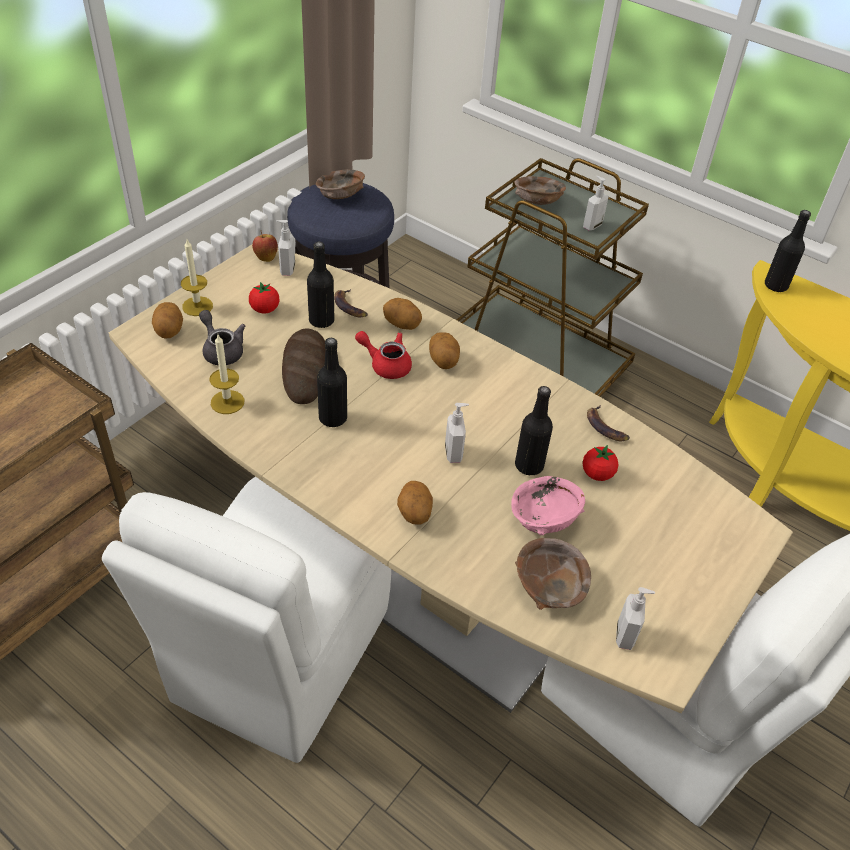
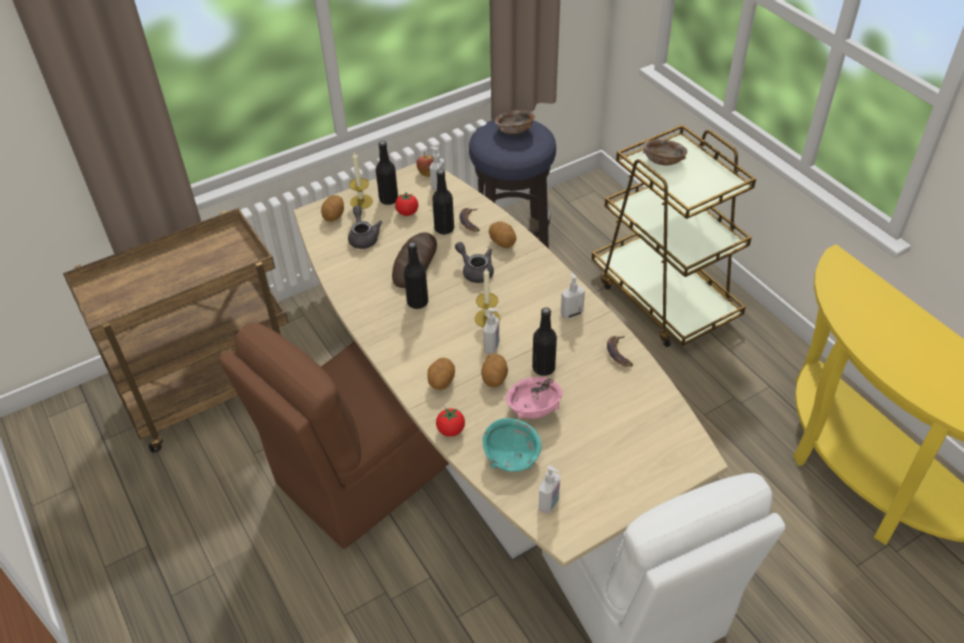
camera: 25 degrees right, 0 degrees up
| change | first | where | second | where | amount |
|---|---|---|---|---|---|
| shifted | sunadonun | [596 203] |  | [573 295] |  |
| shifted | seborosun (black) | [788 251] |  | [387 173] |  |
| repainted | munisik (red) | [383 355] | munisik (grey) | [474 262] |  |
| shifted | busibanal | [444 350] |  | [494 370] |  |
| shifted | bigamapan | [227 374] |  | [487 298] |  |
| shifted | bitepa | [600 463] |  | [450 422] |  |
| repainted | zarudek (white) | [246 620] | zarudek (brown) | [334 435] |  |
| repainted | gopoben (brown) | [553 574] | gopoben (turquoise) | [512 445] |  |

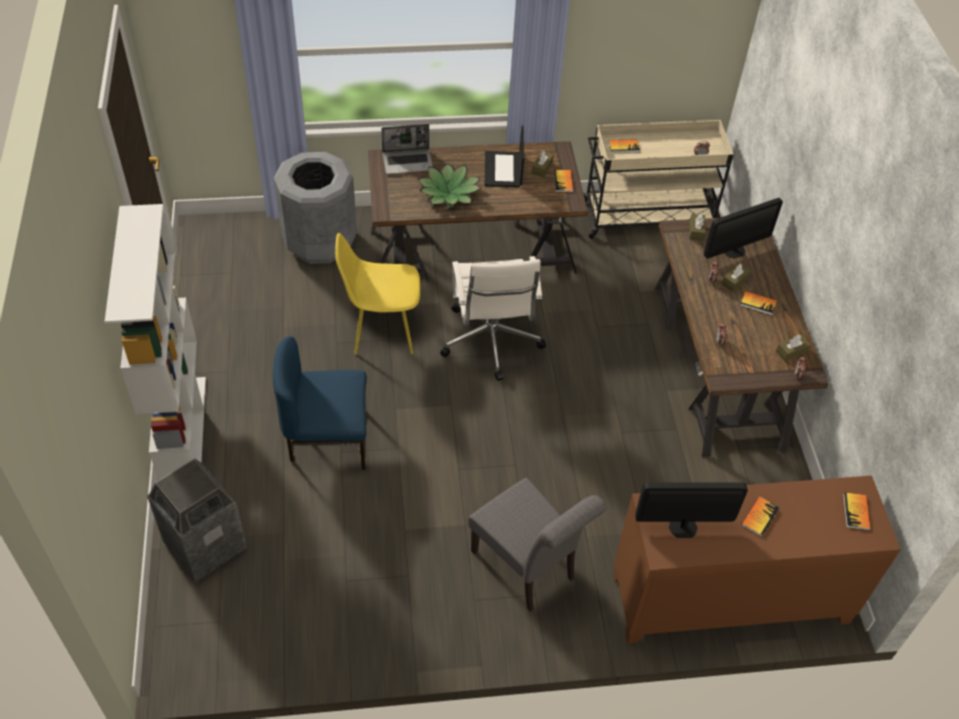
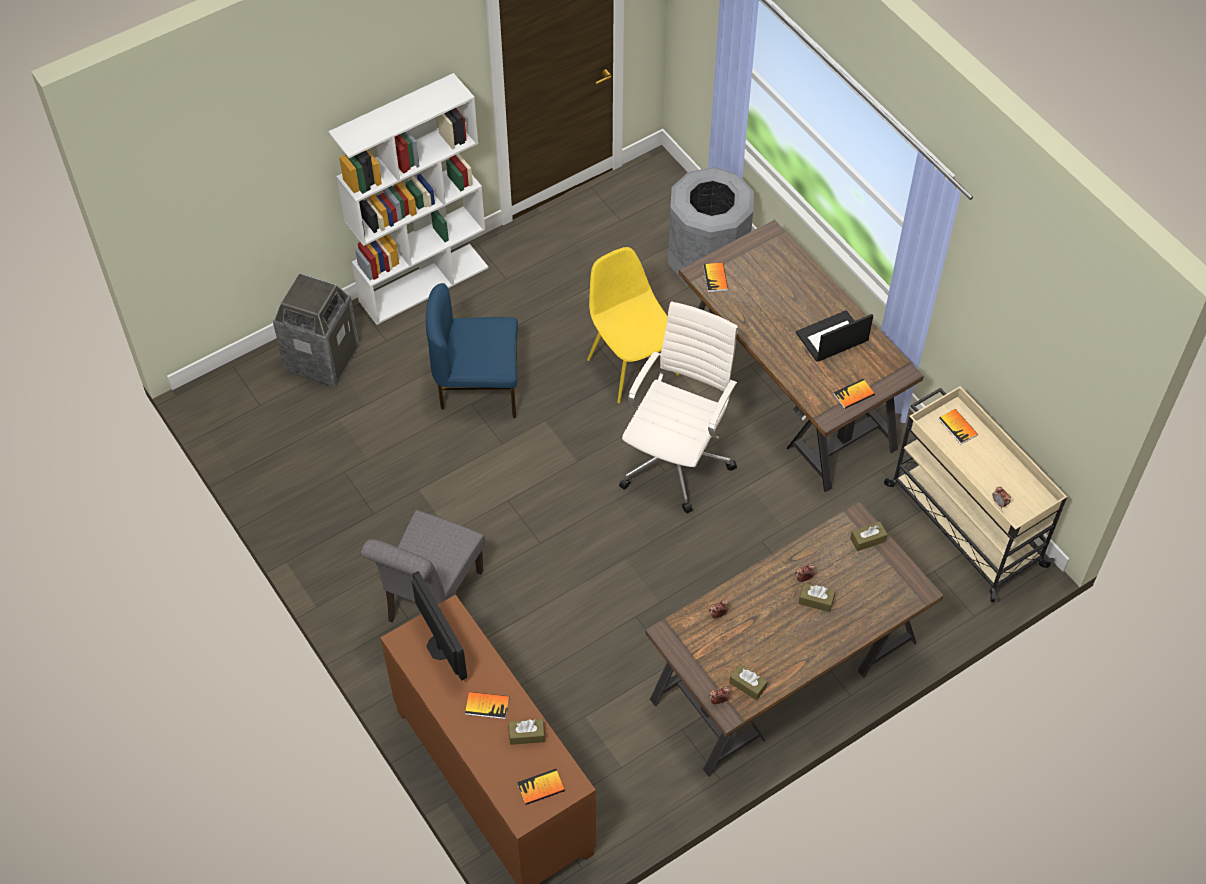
camera: 65 degrees right, 5 degrees up
| change | first | where | second | where | amount |
|---|---|---|---|---|---|
| gone | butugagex | [407 149] |  |  |  |
| shifted | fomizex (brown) | [542 164] |  | [526 732] |  |
| gone | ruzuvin | [449 186] |  |  |  |
| gone | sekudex | [743 228] |  |  |  |
| rotated | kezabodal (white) | [493 318] |  | [678 407] | 150 degrees clockwise |
| shifted | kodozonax | [758 303] |  | [715 277] |  |
| rotated | zarudek (blue) | [320 403] |  | [472 350] | 60 degrees counterclockwise |

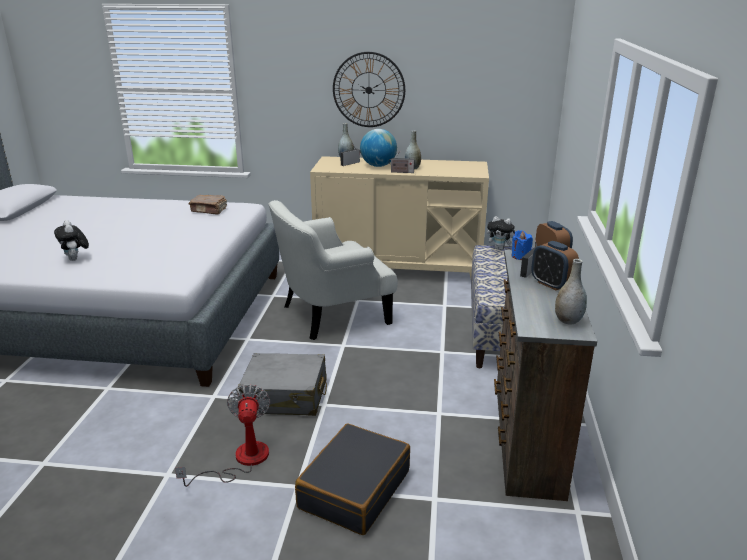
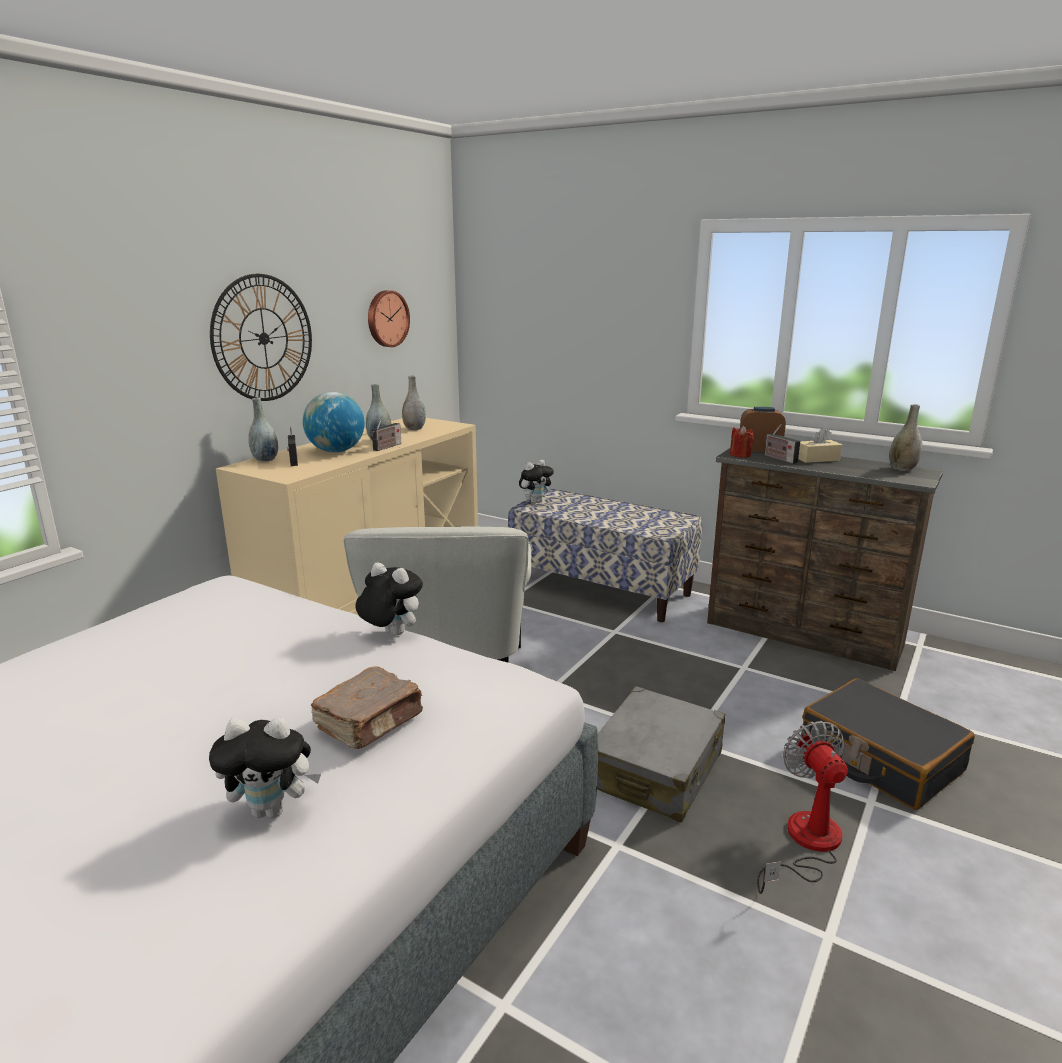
camera: 65 degrees left, 5 degrees down
| change | first | where | second | where | amount |
|---|---|---|---|---|---|
| shifted | kodozonax (brown) | [208 205] |  | [367 707] |  |
| repainted | bigamapan (blue) | [522 245] | bigamapan (red) | [742 442] |  |
| swapped | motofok | [555 265] | fomizex (beige) | [820 445] |  |
| rotated | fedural | [222 435] |  | [802 807] | 60 degrees clockwise |
| new |  |  | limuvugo | [389 318] |  |
| new |  |  | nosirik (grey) | [414 402] |  |
| new |  |  | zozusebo | [389 598] |  |

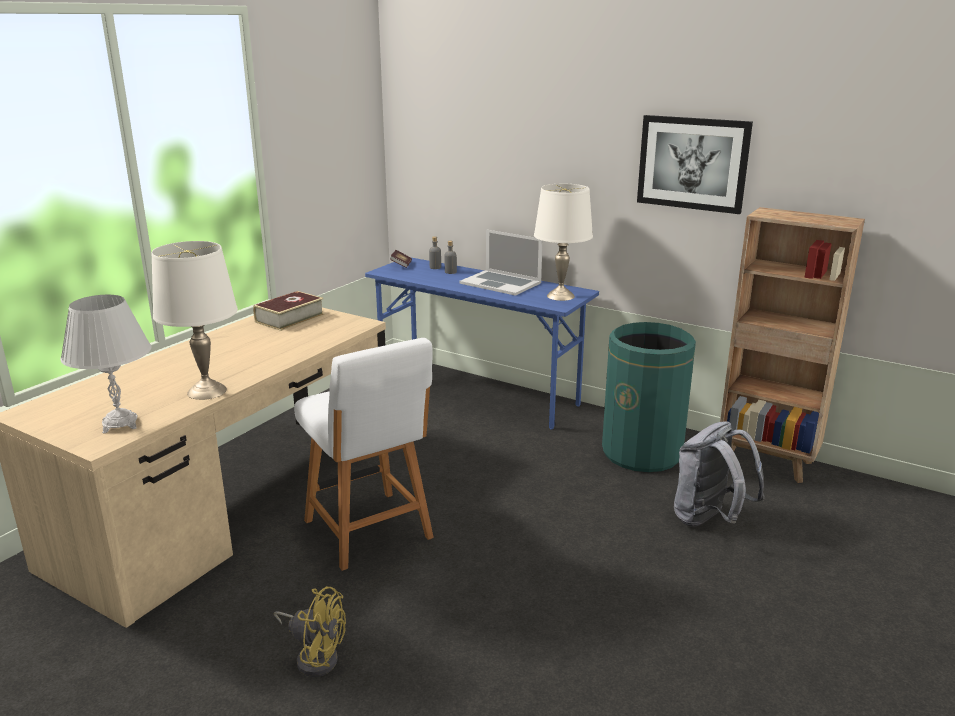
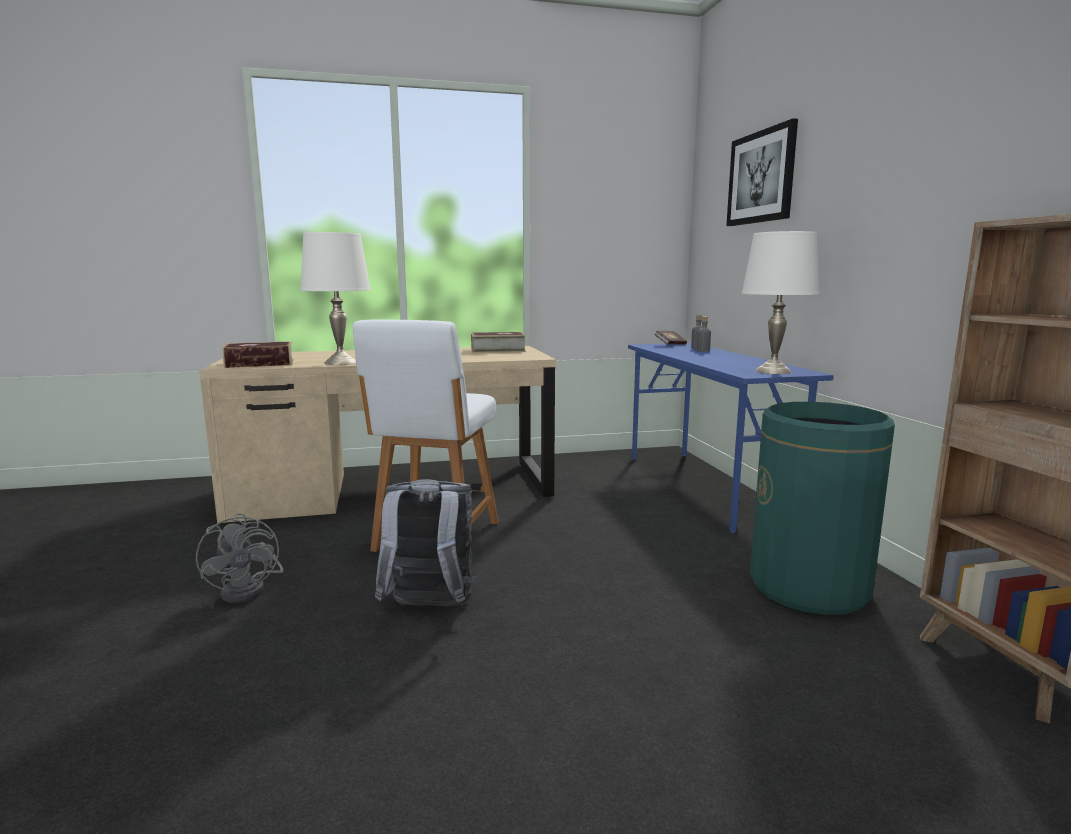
camera: 45 degrees right, 10 degrees down
| change | first | where | second | where | amount |
|---|---|---|---|---|---|
| shifted | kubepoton | [695 164] |  | [762 172] |  |
| gone | butugagex | [501 262] |  |  |  |
| swapped | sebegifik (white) | [105 364] | kodozonax | [257 354] |  |
| shifted | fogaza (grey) | [719 474] |  | [426 542] |  |
| repainted | fedural (yellow) | [310 631] | fedural (grey) | [239 558] |  |

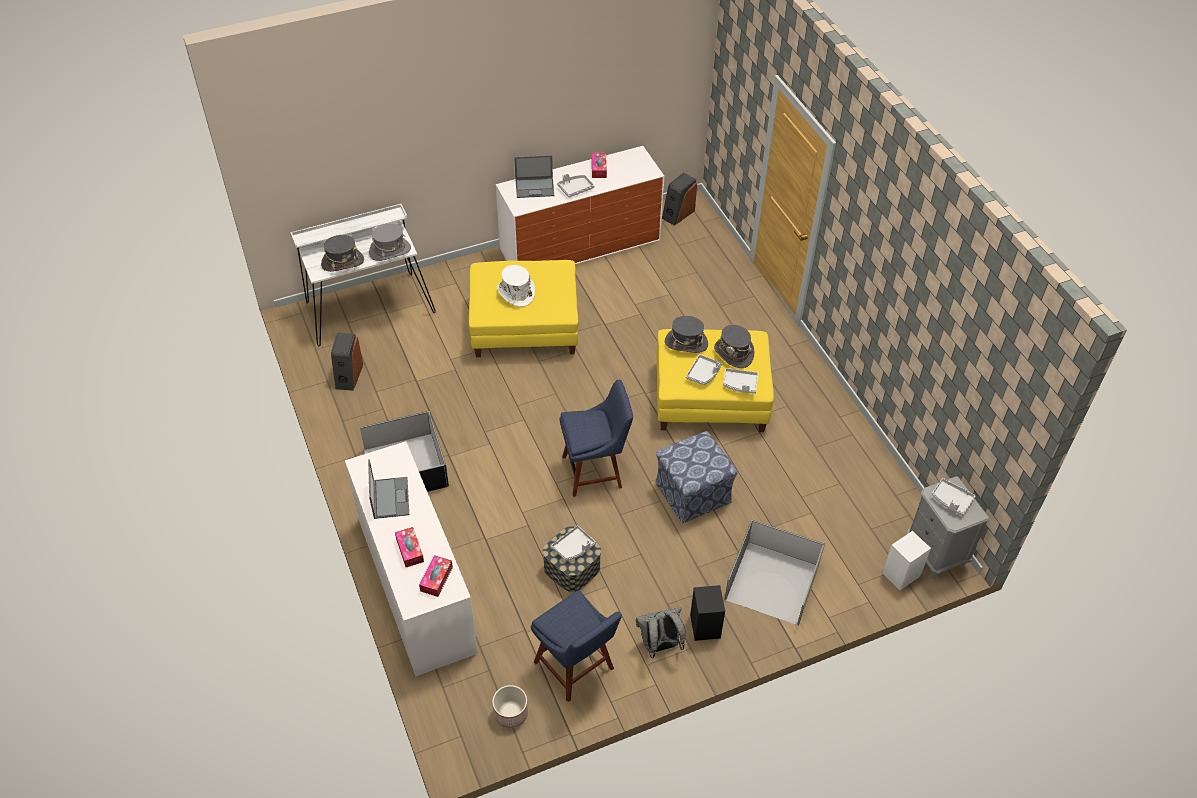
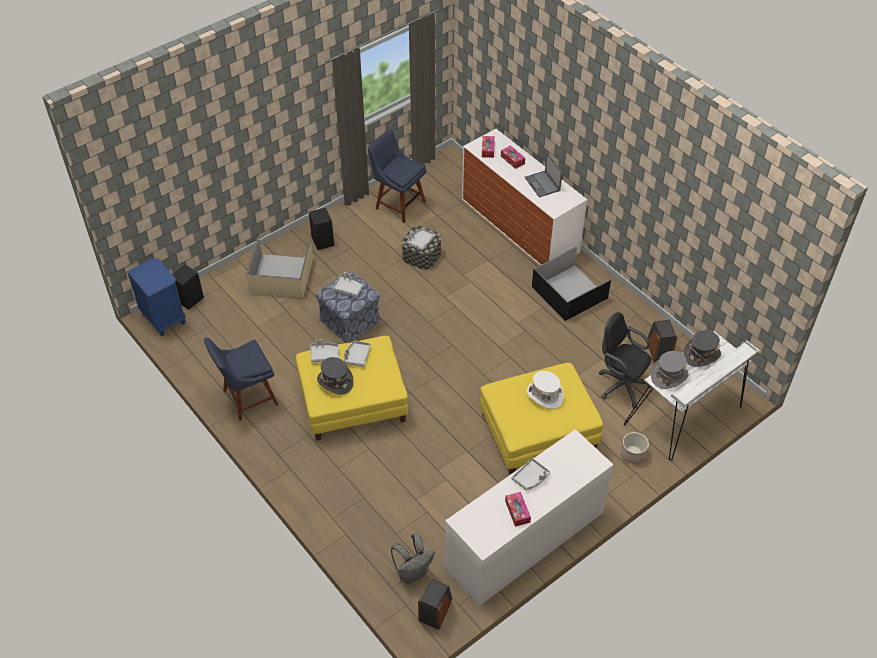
camera: 165 degrees right, 0 degrees up
| change | first | where | second | where | amount |
|---|---|---|---|---|---|
| gone | butugagex | [534 176] |  |  |  |
| gone | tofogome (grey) | [686 334] |  |  |  |
| shifted | zarudek (blue) | [596 438] |  | [241 379] |  |
| repainted | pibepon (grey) | [948 527] | pibepon (blue) | [156 297] |  |
| shifted | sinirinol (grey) | [953 497] |  | [347 284] |  |
| repainted | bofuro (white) | [906 560] | bofuro (black) | [188 287] |  |
| shifted | fogaza (grey) | [661 632] |  | [413 558] |  |
| shifted | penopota | [510 706] |  | [635 448] |  |
| new |  |  | kezabodal (black) | [625 360] |  |

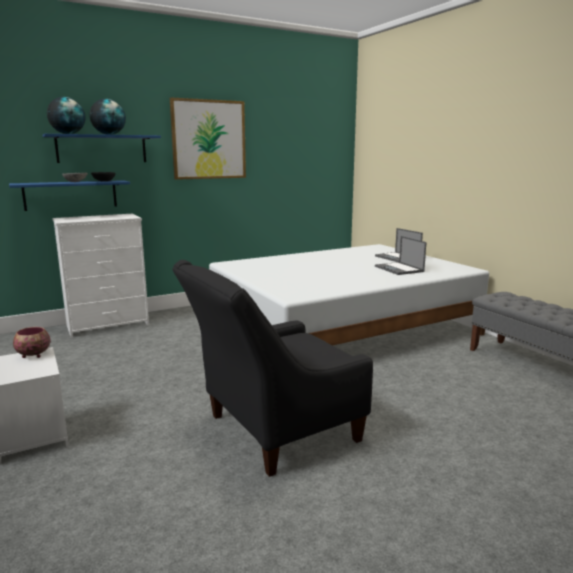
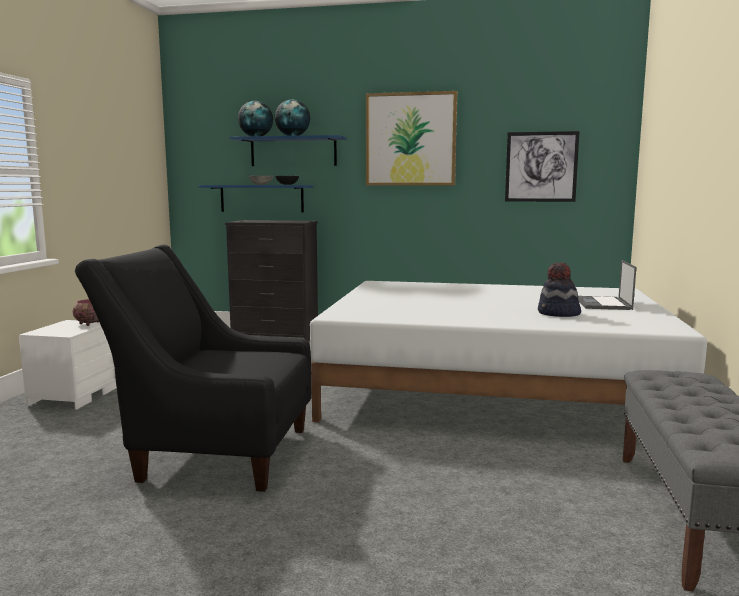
camera: 40 degrees right, 5 degrees down
| change | first | where | second | where | amount |
|---|---|---|---|---|---|
| repainted | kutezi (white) | [100 276] | kutezi (black) | [271 281] |  |
| swapped | butugagex | [401 255] | tofogome | [559 290] |  |
| new |  |  | kubepoton | [542 166] |  |

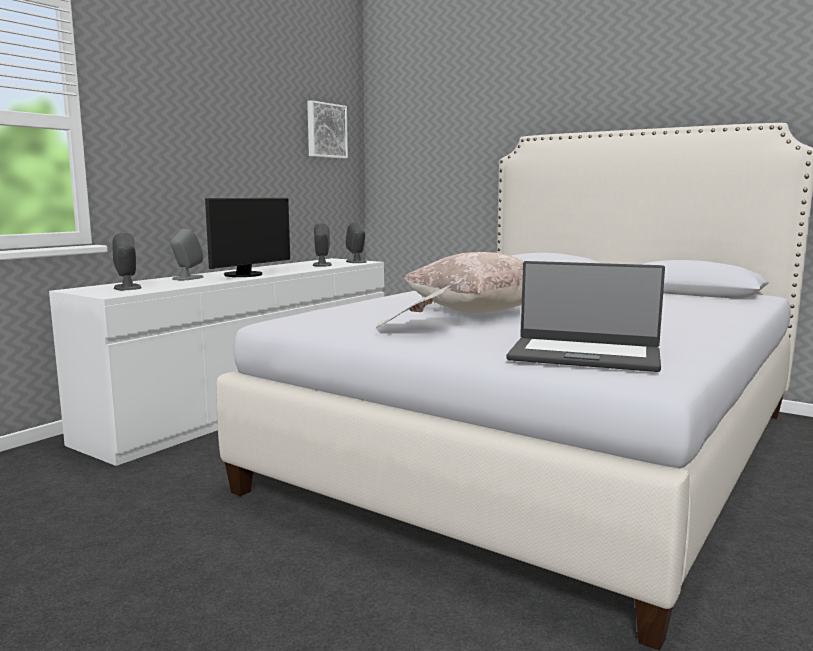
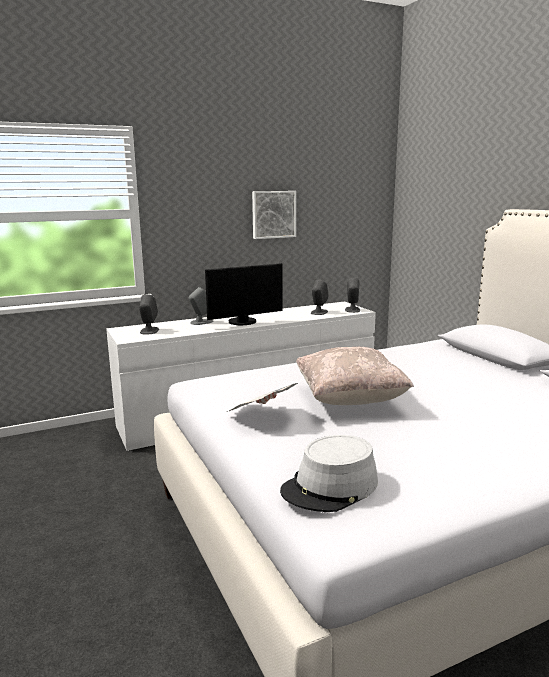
camera: 30 degrees right, 5 degrees up
| change | first | where | second | where | amount |
|---|---|---|---|---|---|
| shifted | kubepoton | [327 129] |  | [274 215] |  |
| swapped | butugagex | [585 316] | tofogome (grey) | [329 473] |  |

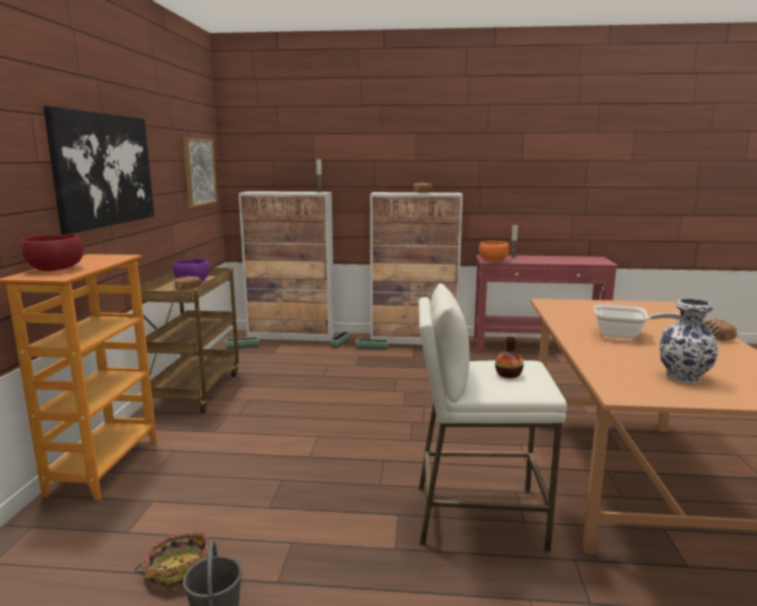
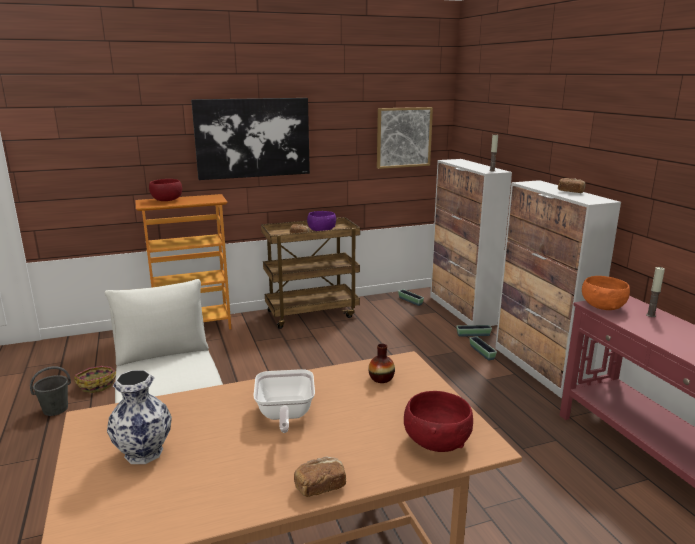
camera: 65 degrees right, 5 degrees up
| change | first | where | second | where | amount |
|---|---|---|---|---|---|
| shifted | nosirik | [509 357] |  | [381 363] |  |
| new |  |  | gopoben (red) | [438 421] |  |

